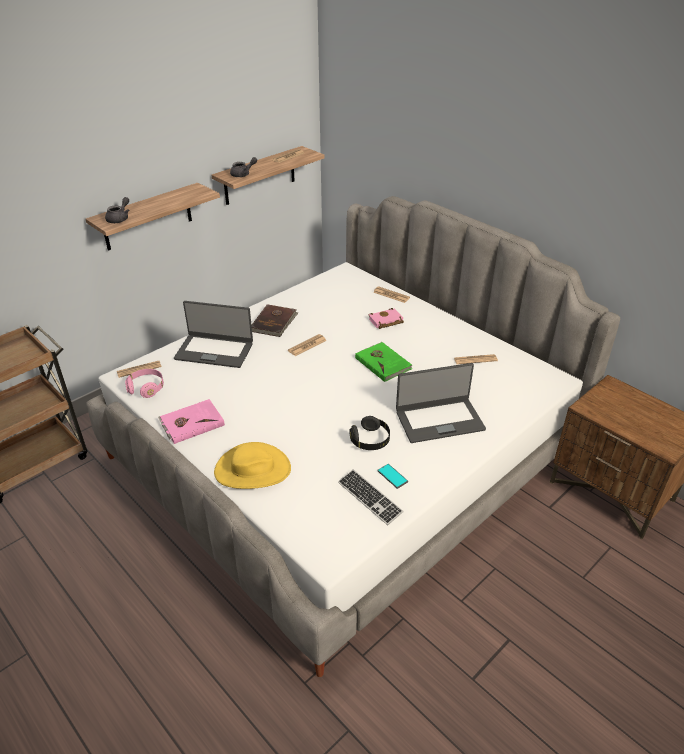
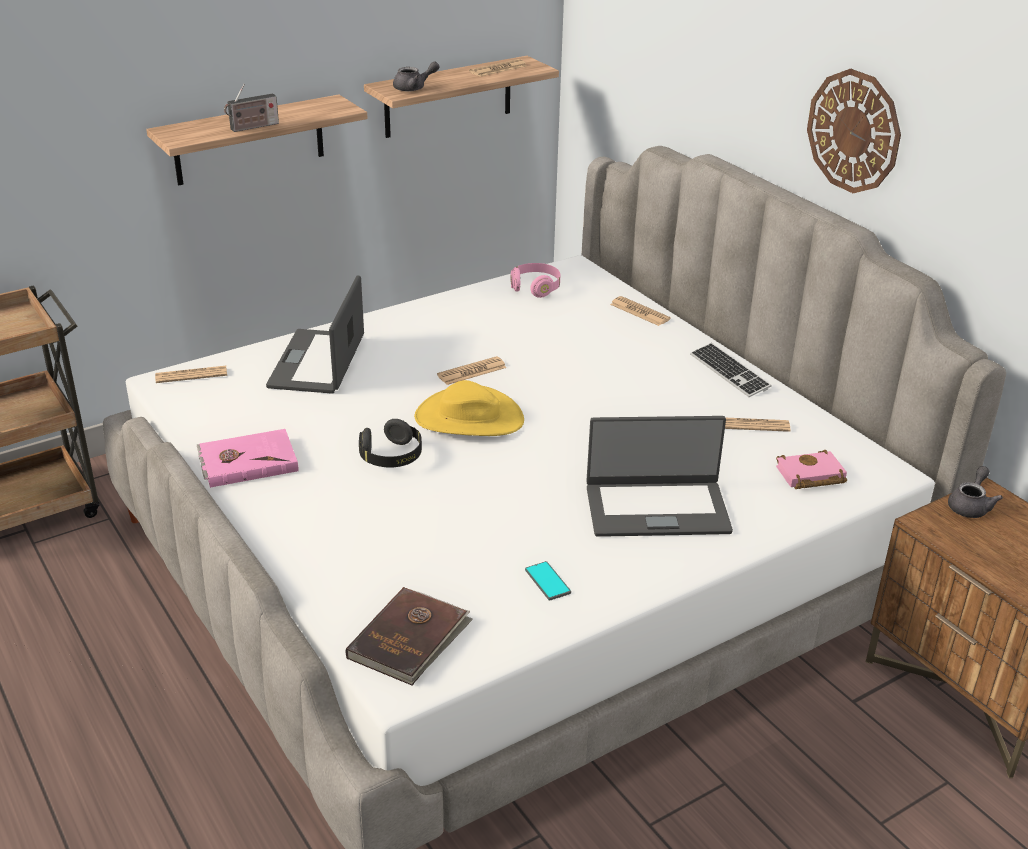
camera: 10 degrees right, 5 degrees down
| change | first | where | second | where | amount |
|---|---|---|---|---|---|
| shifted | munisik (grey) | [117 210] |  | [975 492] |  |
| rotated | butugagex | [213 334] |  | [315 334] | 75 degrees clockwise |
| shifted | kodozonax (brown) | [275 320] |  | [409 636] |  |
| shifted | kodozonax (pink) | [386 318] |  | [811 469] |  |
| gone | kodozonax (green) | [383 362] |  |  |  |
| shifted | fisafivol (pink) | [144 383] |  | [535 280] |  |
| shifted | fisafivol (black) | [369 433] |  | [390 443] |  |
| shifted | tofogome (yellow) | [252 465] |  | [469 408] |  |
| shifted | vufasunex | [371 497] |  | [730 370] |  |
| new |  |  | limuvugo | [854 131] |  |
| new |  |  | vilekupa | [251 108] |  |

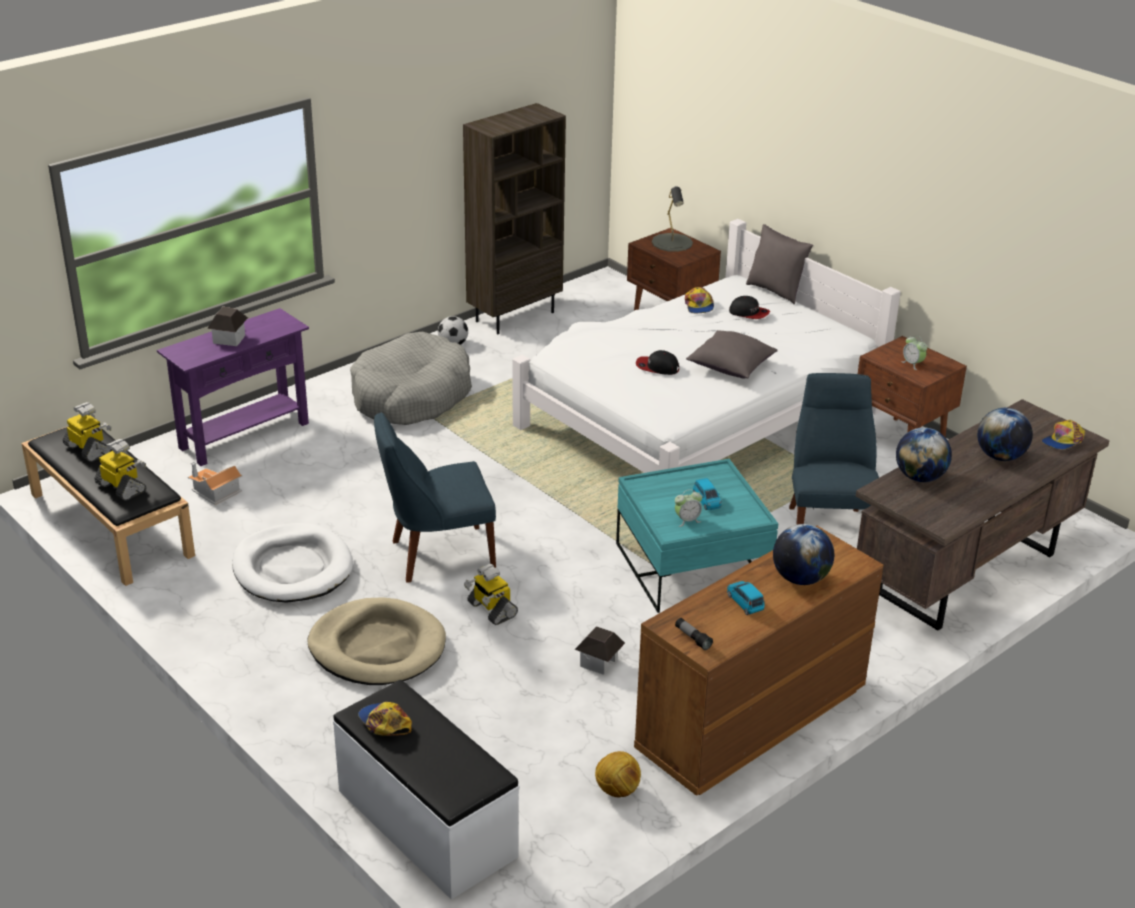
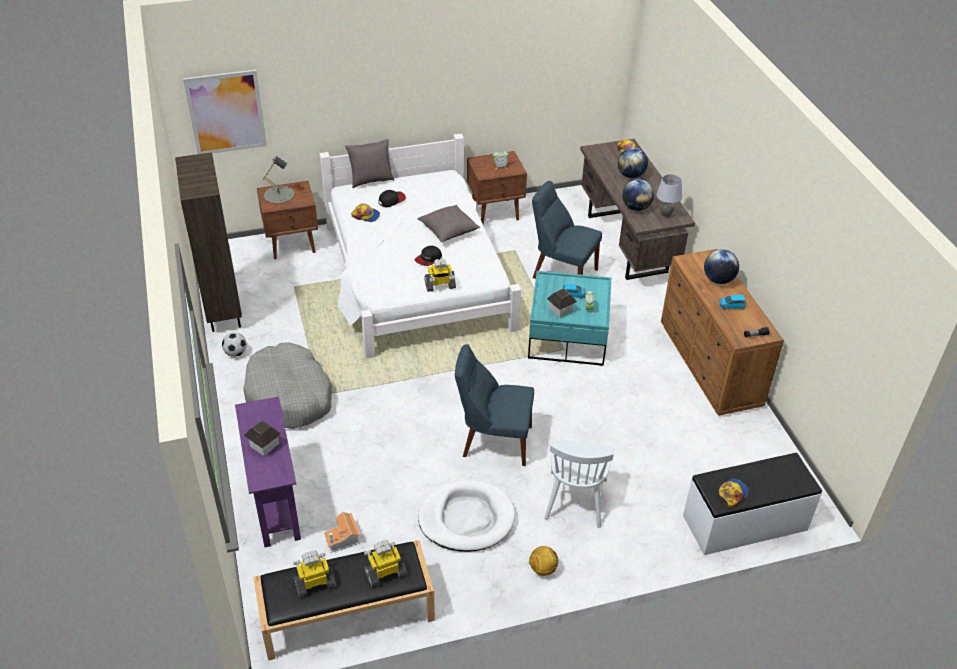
camera: 65 degrees left, 10 degrees up
| change | first | where | second | where | amount |
|---|---|---|---|---|---|
| rotated | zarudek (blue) | [435 498] |  | [494 405] | 90 degrees clockwise |
| shifted | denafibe | [491 594] |  | [440 275] |  |
| swapped | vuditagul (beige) | [376 641] | zarudek (white) | [579 483] |  |
| shifted | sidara | [600 650] |  | [562 303] |  |
| rotated | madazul | [385 719] |  | [734 493] | 150 degrees clockwise |
| shifted | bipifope | [618 774] |  | [544 561] |  |
| new |  |  | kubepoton | [225 112] |  |
| new |  |  | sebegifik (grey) | [669 195] |  |

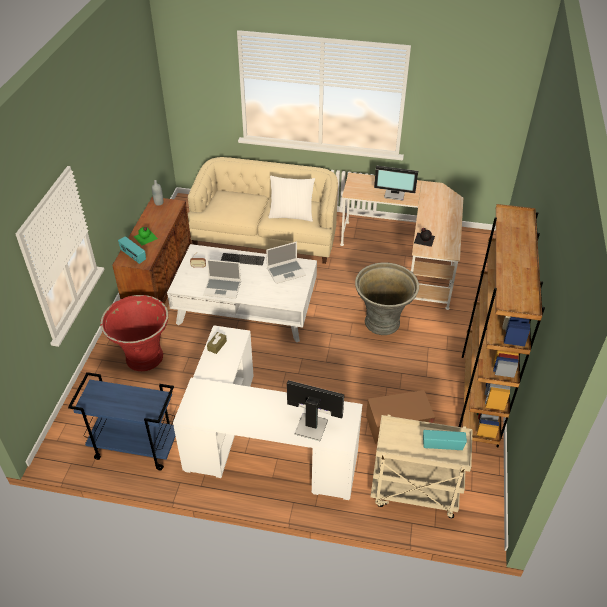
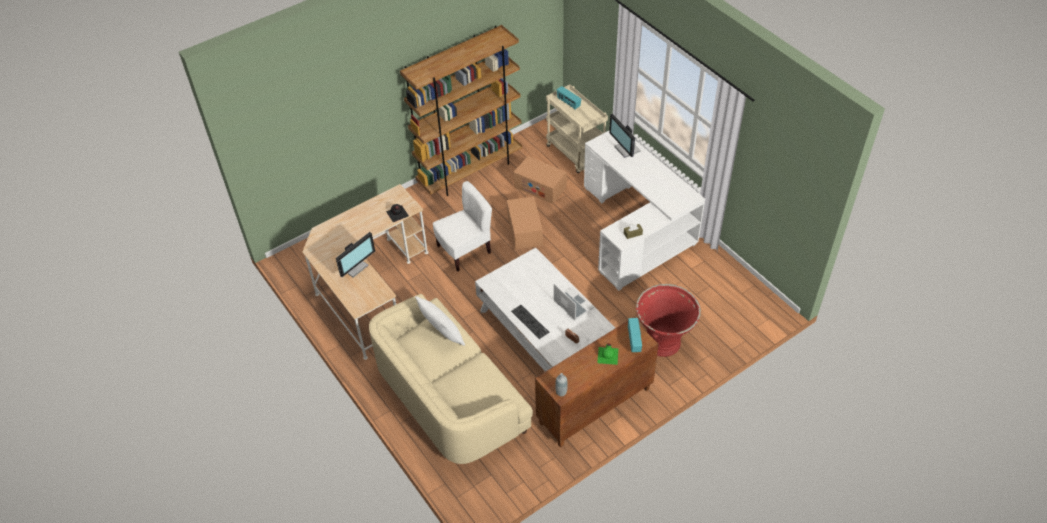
camera: 135 degrees left, 5 degrees up
| change | first | where | second | where | amount |
|---|---|---|---|---|---|
| rotated | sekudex | [396 183] |  | [355 254] | 75 degrees clockwise |
| gone | butugagex | [286 263] |  |  |  |
| swapped | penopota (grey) | [387 298] | zarudek (white) | [462 226] |  |
| gone | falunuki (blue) | [122 421] |  |  |  |
| new |  |  | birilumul | [525 222] |  |

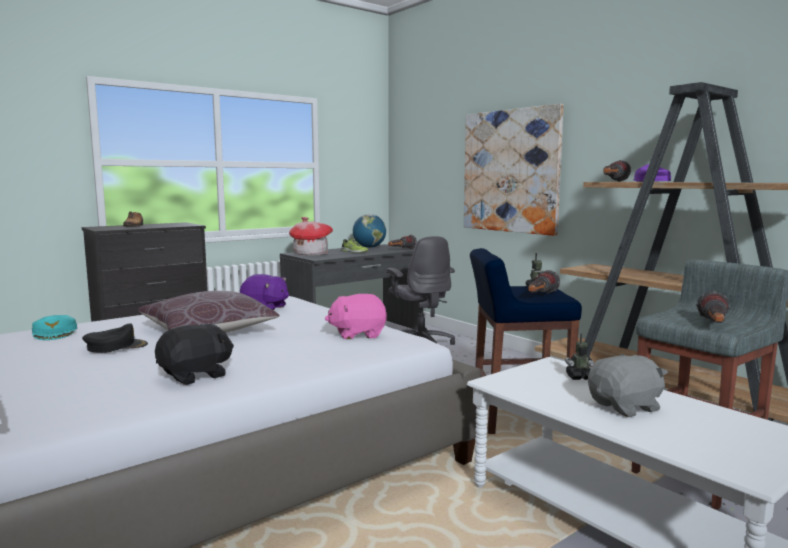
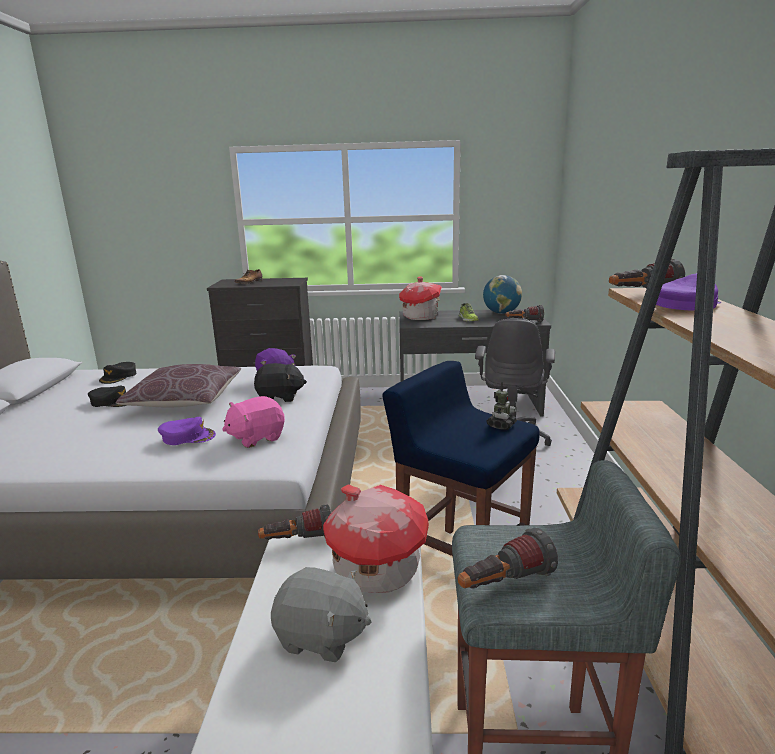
camera: 40 degrees right, 10 degrees up
| change | first | where | second | where | amount |
|---|---|---|---|---|---|
| gone | kubepoton | [514 170] |  |  |  |
| shifted | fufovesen | [544 281] |  | [295 522] |  |
| rotated | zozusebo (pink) | [356 316] |  | [253 422] | 60 degrees counterclockwise |
| repainted | madazul (turquoise) | [54 327] | madazul (black) | [118 373] |  |
| shifted | zozusebo (black) | [194 354] |  | [280 382] |  |
| swapped | denafibe | [579 357] | sidara | [376 539] |  |
| new |  |  | madazul (purple) | [187 431] |  |

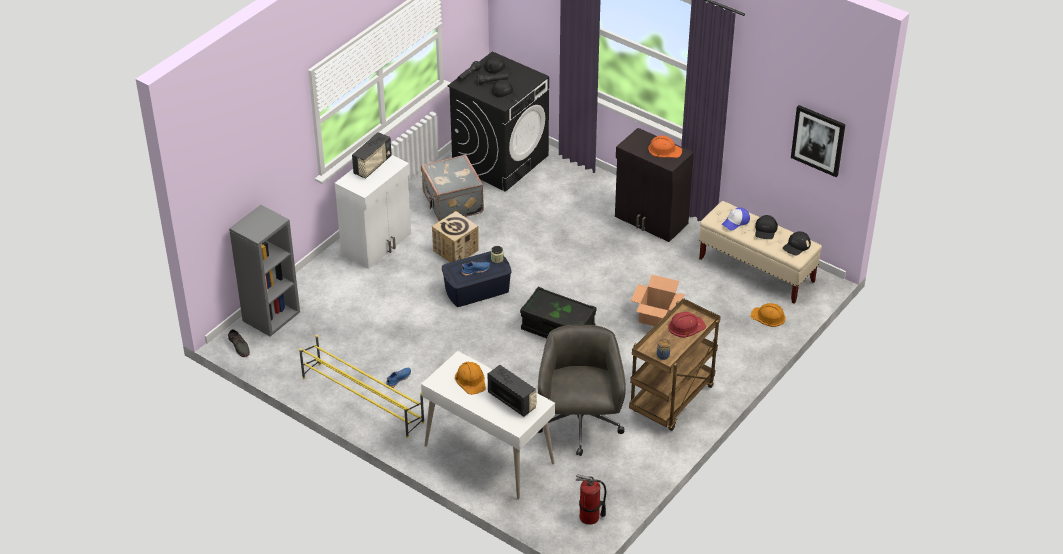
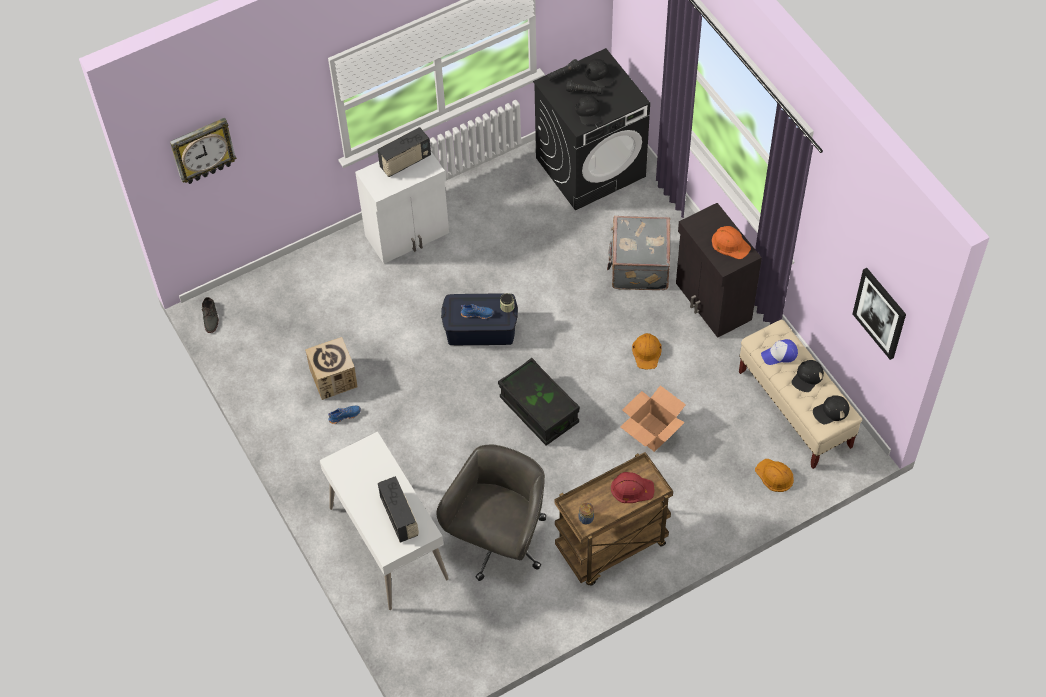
camera: 25 degrees right, 15 degrees up
| change | first | where | second | where | amount |
|---|---|---|---|---|---|
| shifted | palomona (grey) | [452 188] |  | [638 253] |  |
| gone | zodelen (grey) | [264 271] |  |  |  |
| shifted | birilumul | [455 237] |  | [331 368] |  |
| gone | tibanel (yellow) | [362 386] |  |  |  |
| shifted | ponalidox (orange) | [470 378] |  | [647 351] |  |
| gone | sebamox | [591 499] |  |  |  |
| new |  |  | limuvugo | [203 151] |  |

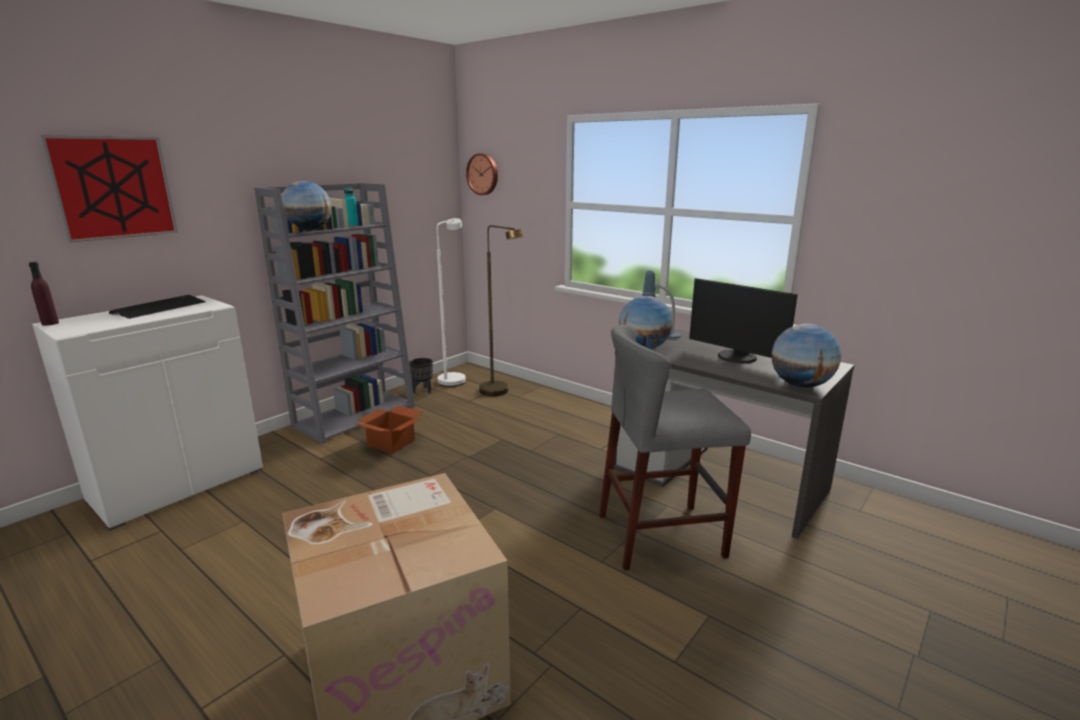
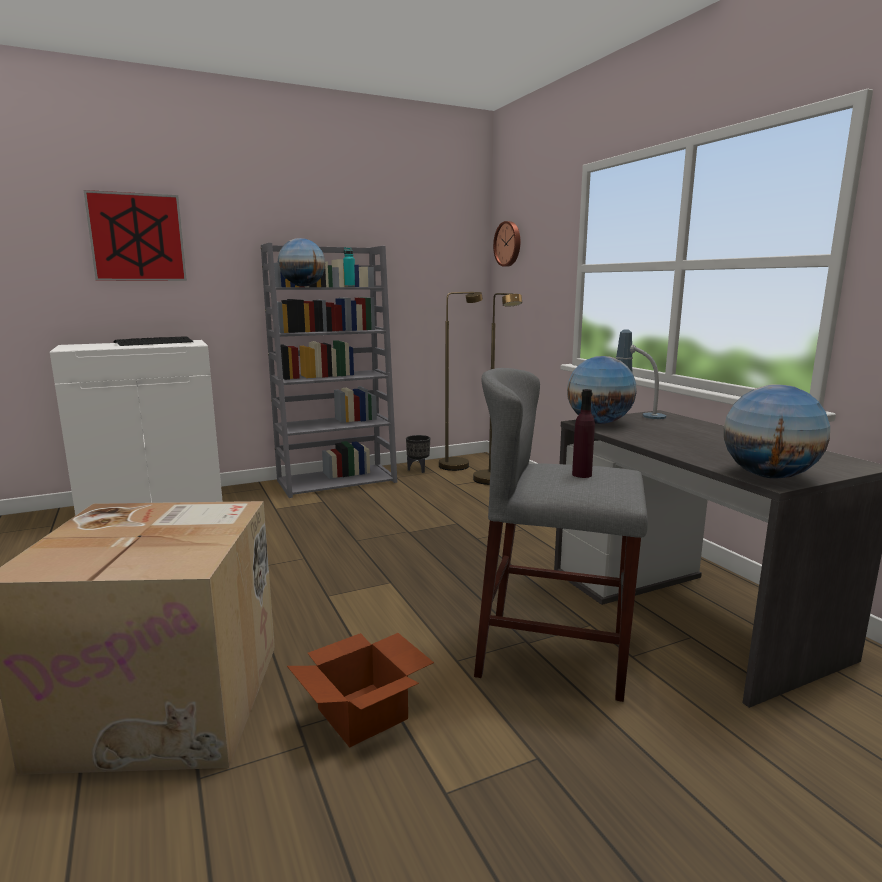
camera: 25 degrees right, 5 degrees down
| change | first | where | second | where | amount |
|---|---|---|---|---|---|
| repainted | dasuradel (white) | [451 302] | dasuradel (brown) | [461 381] |  |
| shifted | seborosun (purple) | [44 294] |  | [583 433] |  |
| gone | sekudex | [743 320] |  |  |  |
| shifted | birilumul | [389 429] |  | [360 690] |  |

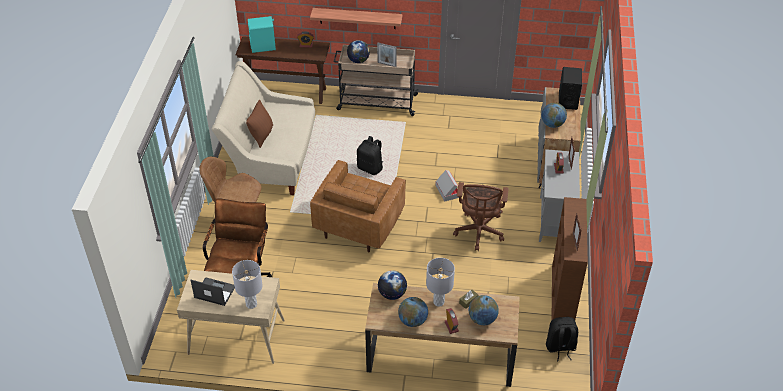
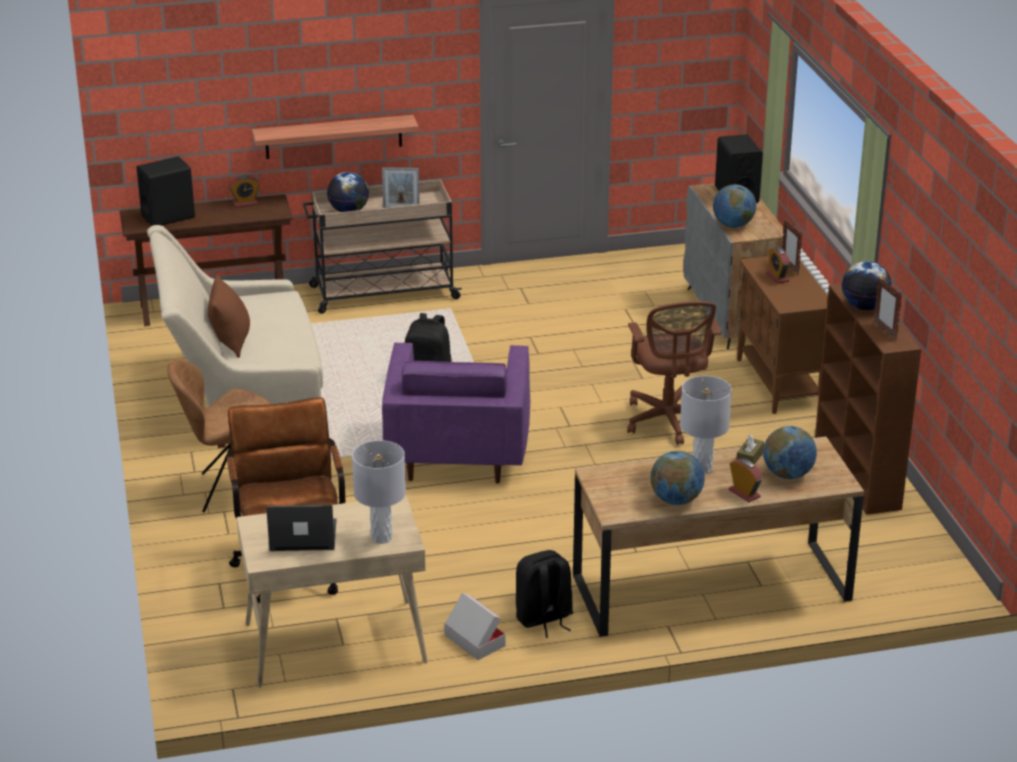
camera: 20 degrees left, 15 degrees down
| change | first | where | second | where | amount |
|---|---|---|---|---|---|
| repainted | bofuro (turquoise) | [262 34] | bofuro (black) | [165 191] |  |
| repainted | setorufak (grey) | [559 195] | setorufak (brown) | [782 335] |  |
| repainted | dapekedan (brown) | [358 206] | dapekedan (purple) | [456 413] |  |
| shifted | birilumul | [447 186] |  | [475 626] |  |
| shifted | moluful | [392 285] |  | [866 285] |  |
| shifted | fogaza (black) | [562 339] |  | [544 594] |  |

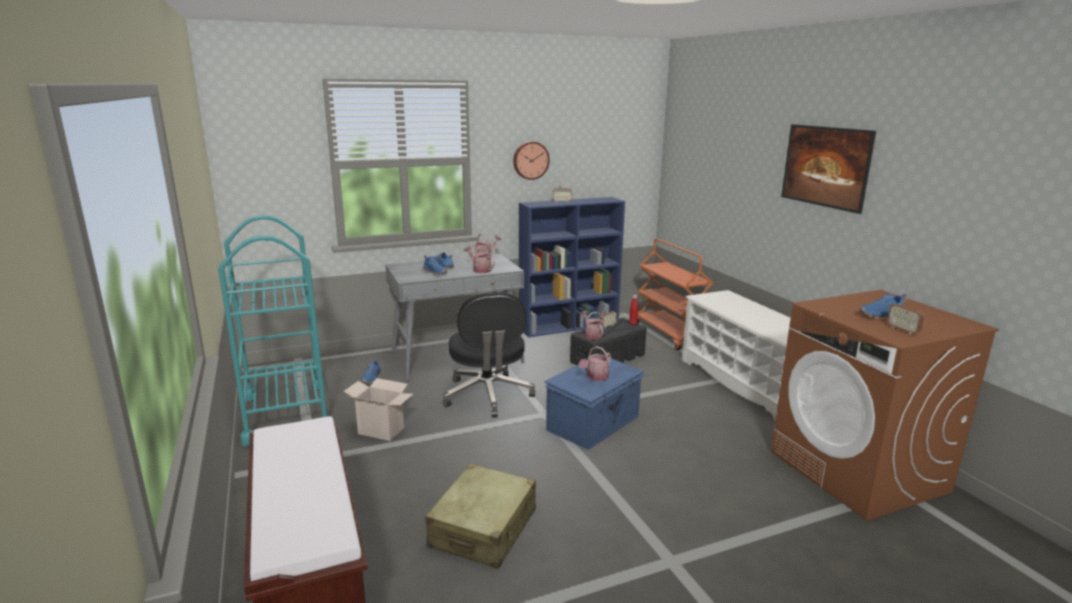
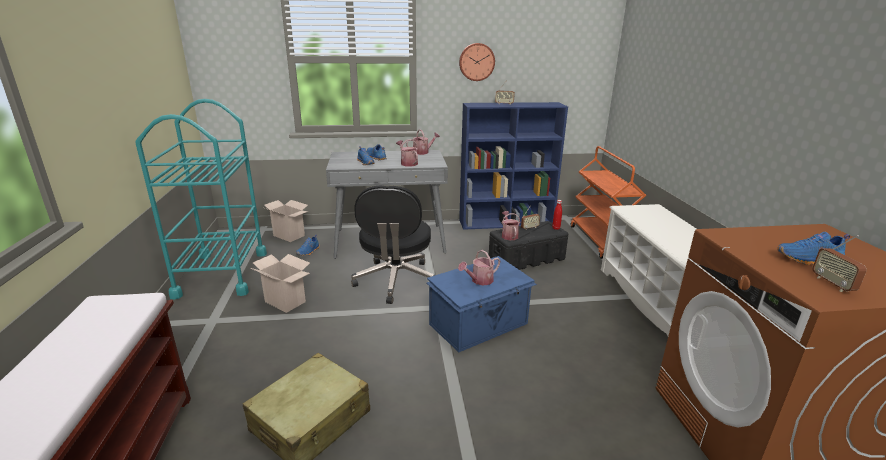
camera: 15 degrees right, 5 degrees up
| change | first | where | second | where | amount |
|---|---|---|---|---|---|
| gone | kubepoton | [828 169] |  |  |  |
| new |  |  | birilumul | [286 221] |  |

